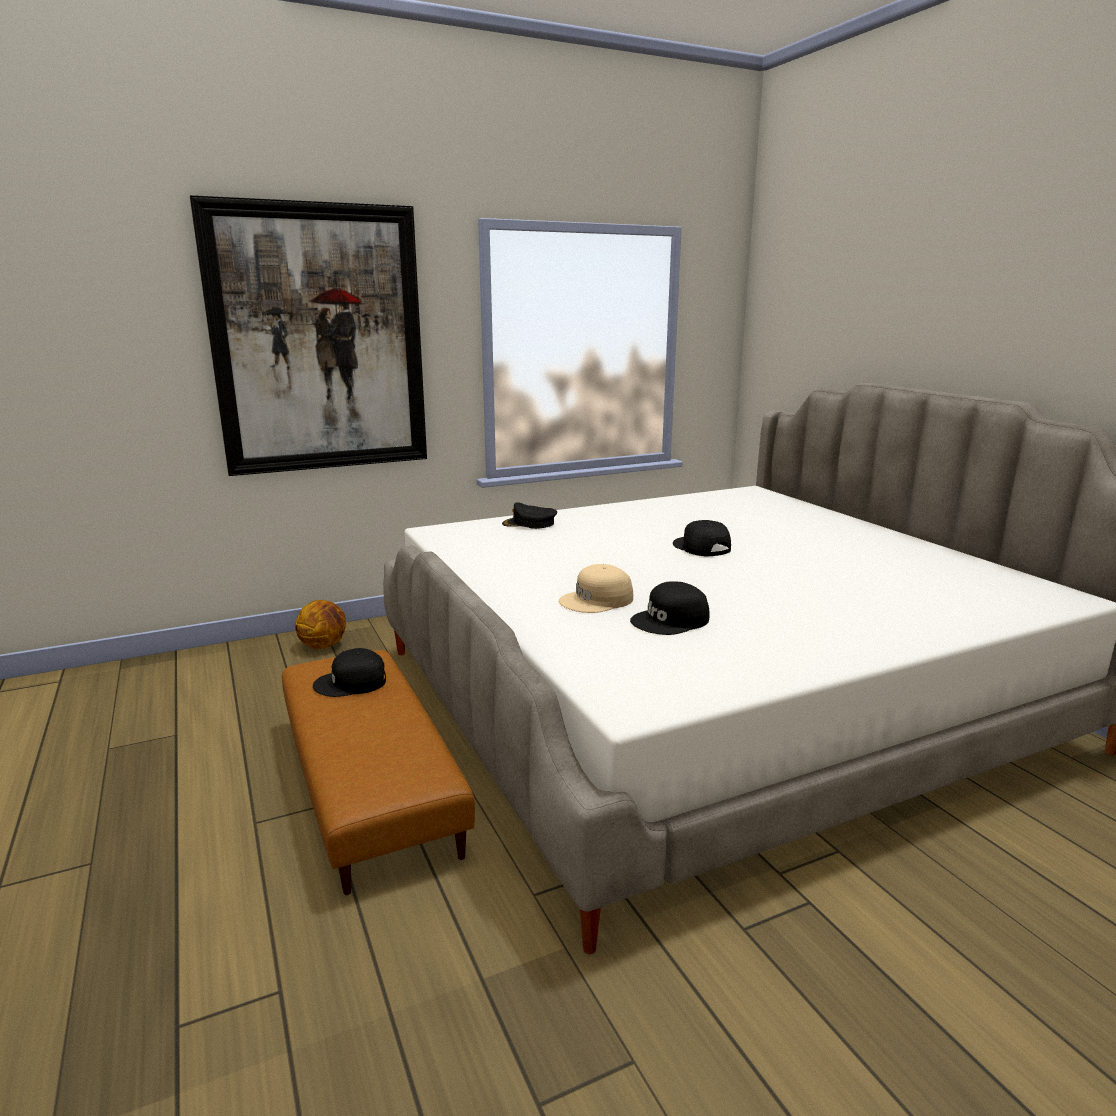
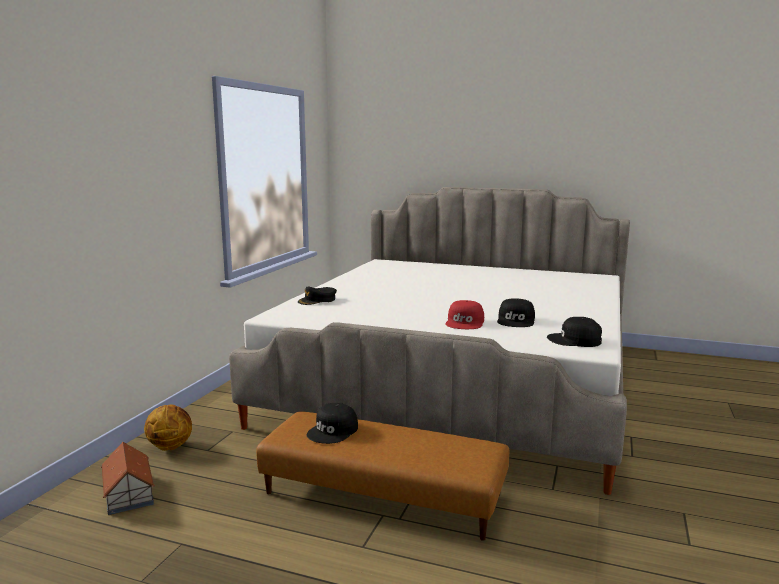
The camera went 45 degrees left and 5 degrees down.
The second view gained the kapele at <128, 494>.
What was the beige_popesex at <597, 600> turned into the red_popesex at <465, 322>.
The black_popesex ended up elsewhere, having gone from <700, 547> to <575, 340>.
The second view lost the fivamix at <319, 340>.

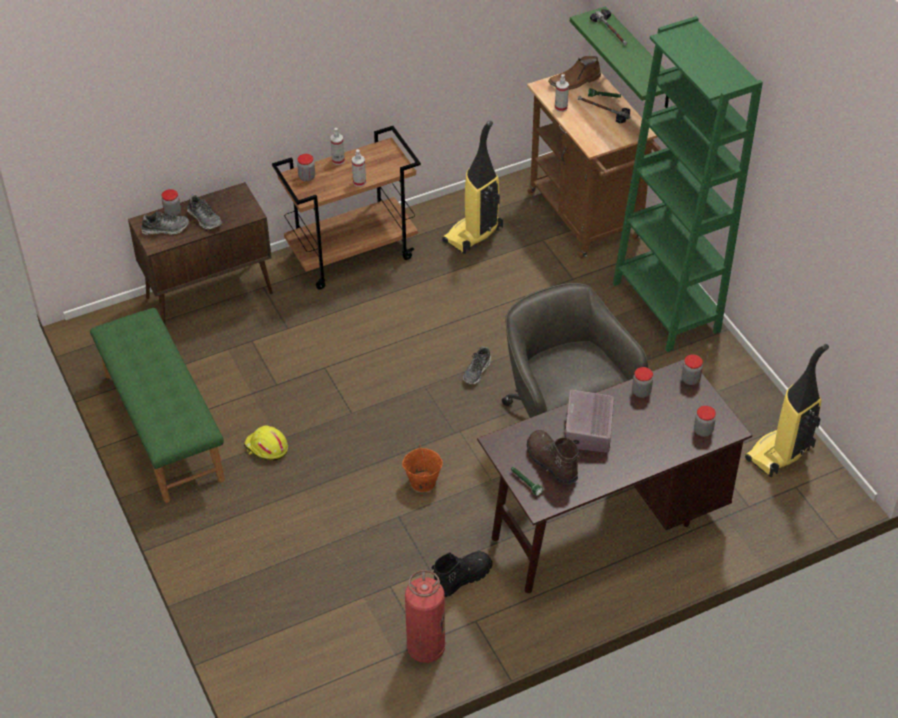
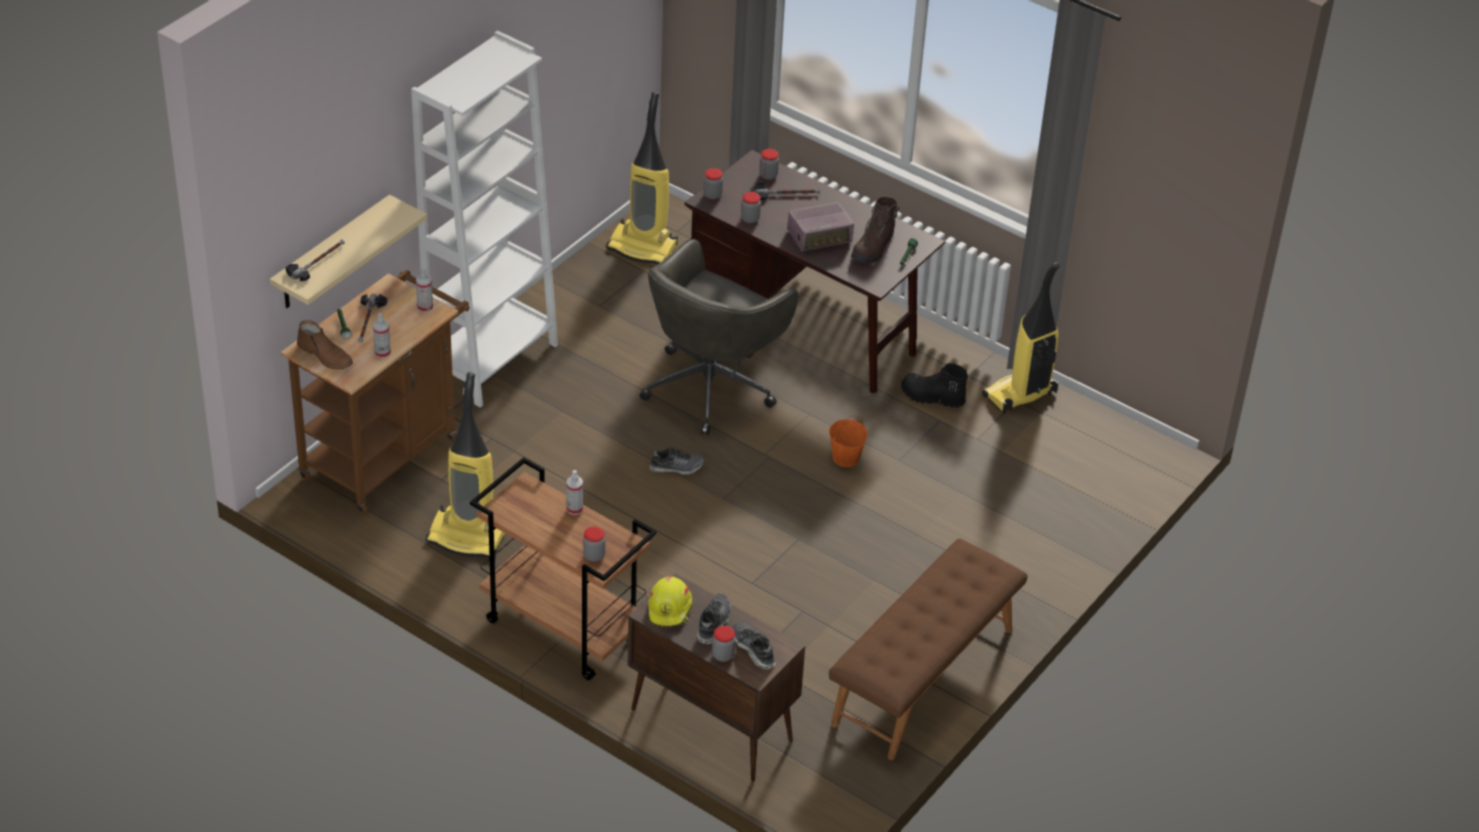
The camera went 120 degrees left and 5 degrees down.
What was the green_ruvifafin at <639, 60> turned into the beige_ruvifafin at <331, 254>.
What was the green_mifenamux at <666, 307> turned into the white_mifenamux at <492, 361>.
The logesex ended up elsewhere, having gone from <338, 160> to <425, 307>.
The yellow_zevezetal ended up elsewhere, having gone from <266, 448> to <670, 609>.
The second view gained the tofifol at <786, 194>.
What was the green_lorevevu at <162, 426> turned into the brown_lorevevu at <924, 677>.
Where the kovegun stood at <426, 648>, the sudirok came to stand at <1019, 396>.

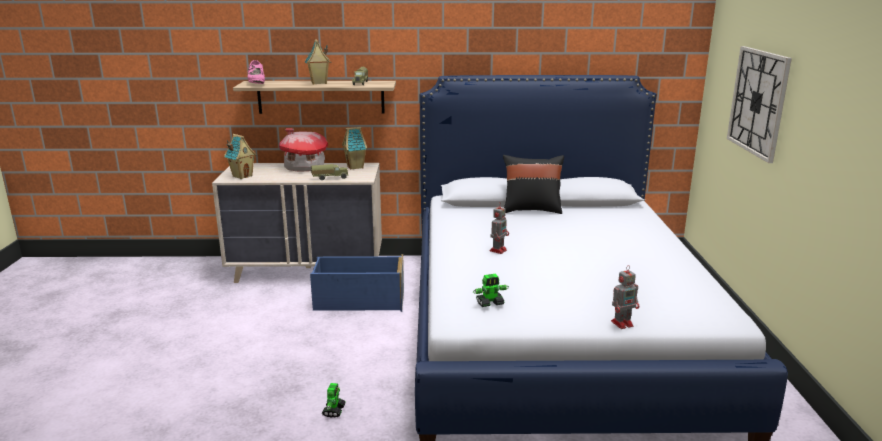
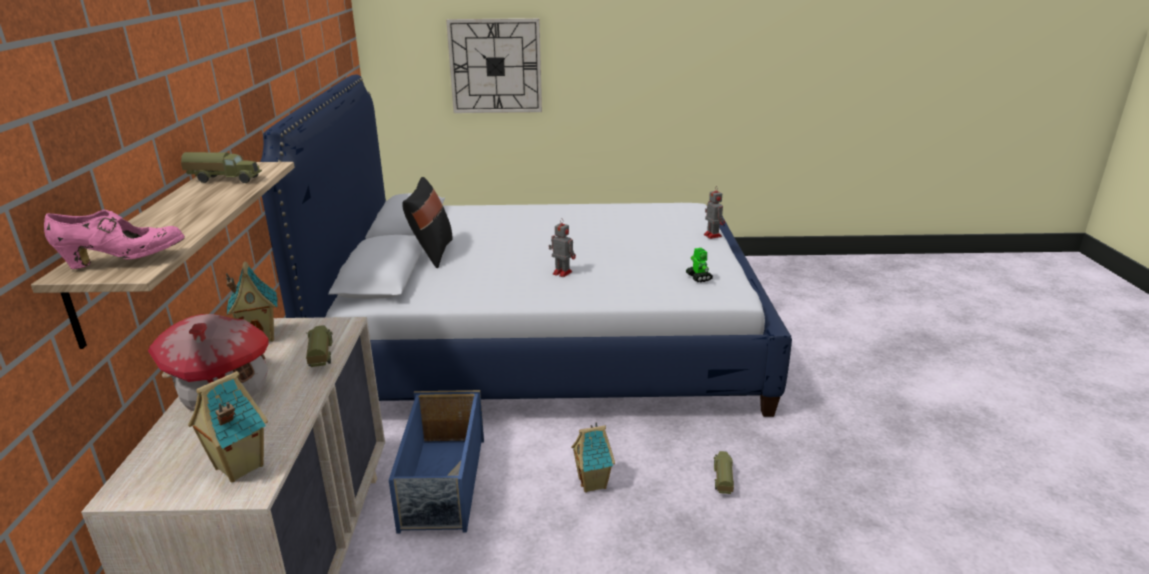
The camera went 90 degrees left and 5 degrees up.
The kapele ended up elsewhere, having gone from <319, 83> to <593, 483>.
Where the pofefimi stood at <334, 410>, the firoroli came to stand at <722, 480>.

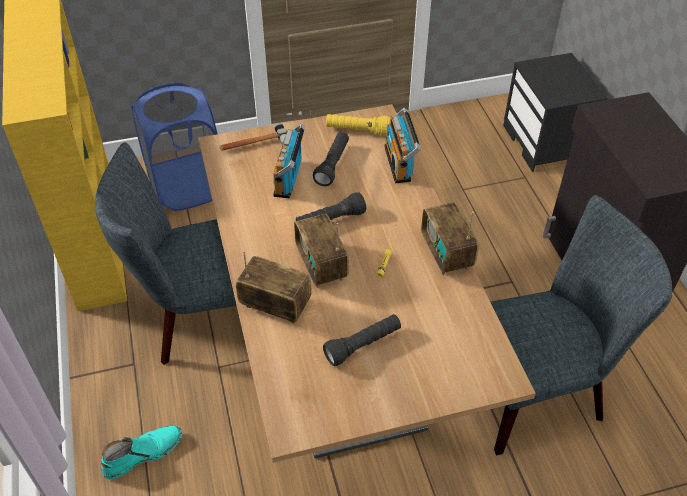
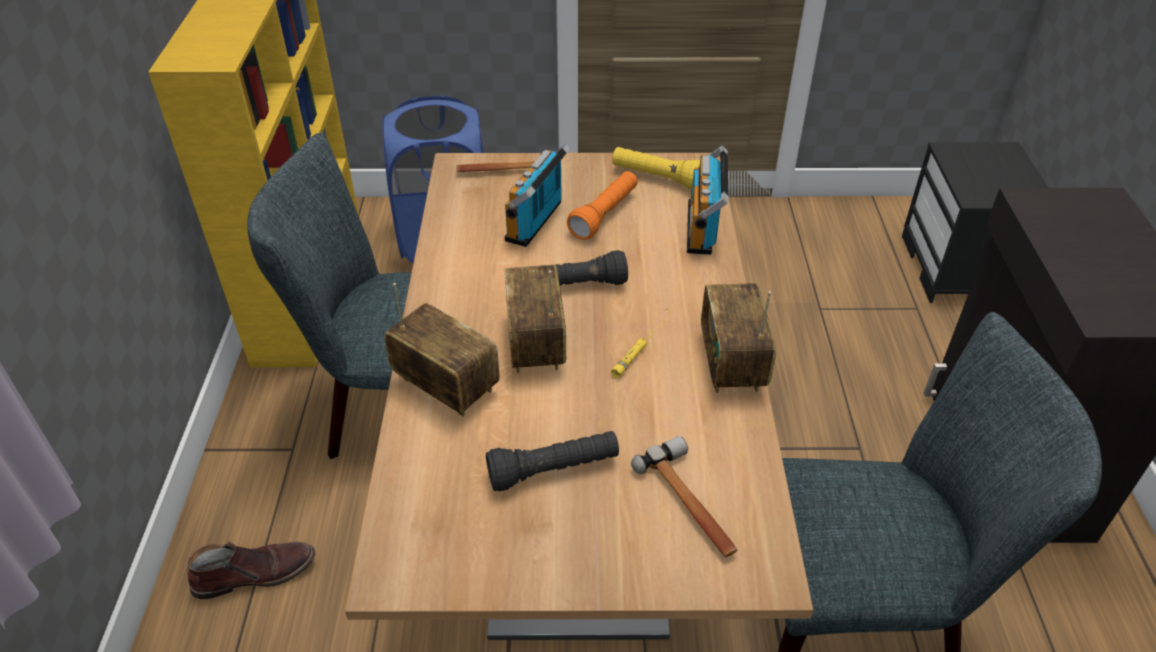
The camera went 15 degrees right and 5 degrees down.
What was the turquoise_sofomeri at <143, 453> turned into the brown_sofomeri at <255, 573>.
What was the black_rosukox at <332, 165> turned into the orange_rosukox at <604, 215>.
The second view gained the tofifol at <691, 504>.

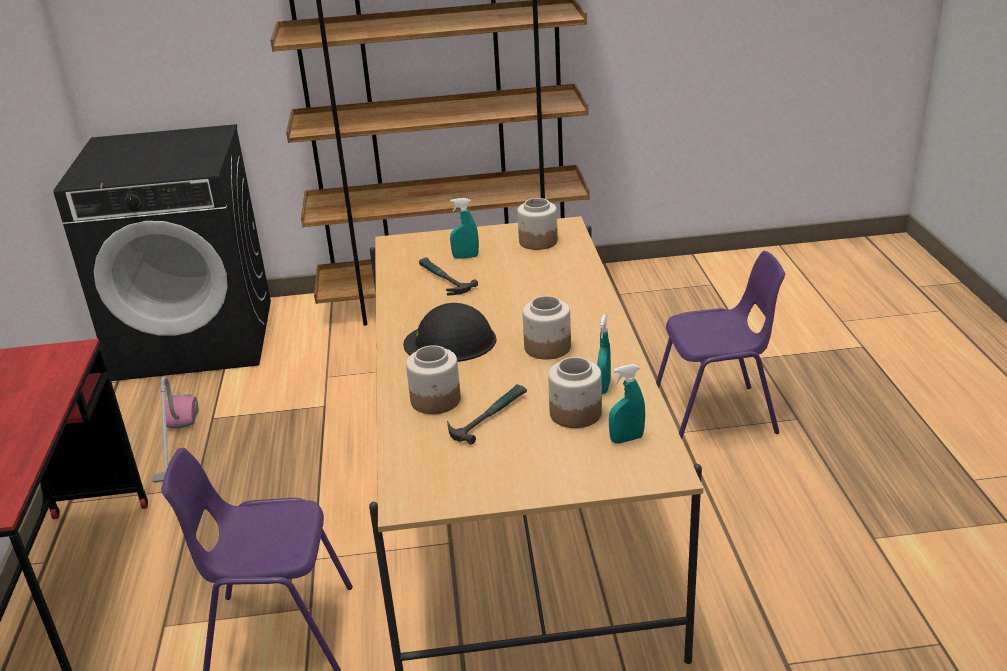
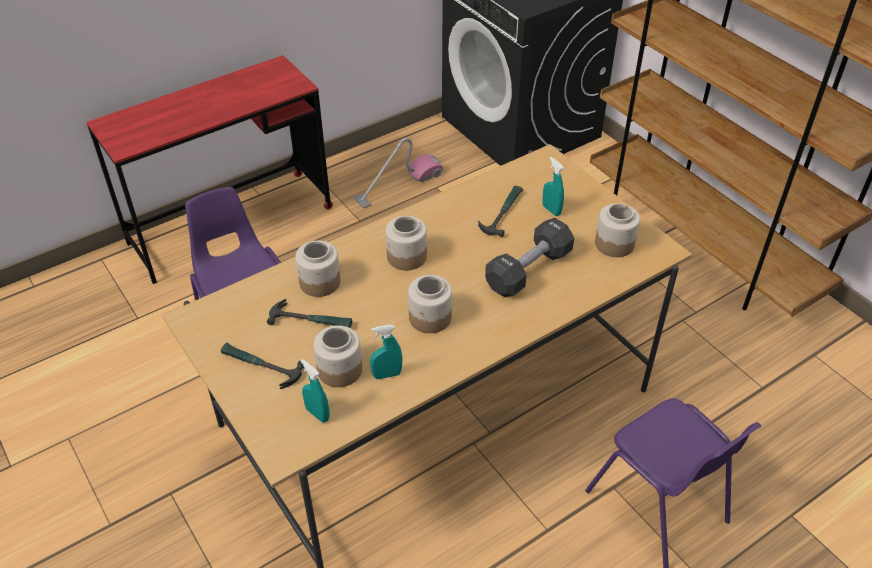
The camera went 60 degrees right and 15 degrees up.
The second view gained the tofifol at <260, 366>.
Where the black_zevezetal stood at <450, 342>, the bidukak came to stand at <406, 257>.
The second view gained the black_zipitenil at <528, 270>.

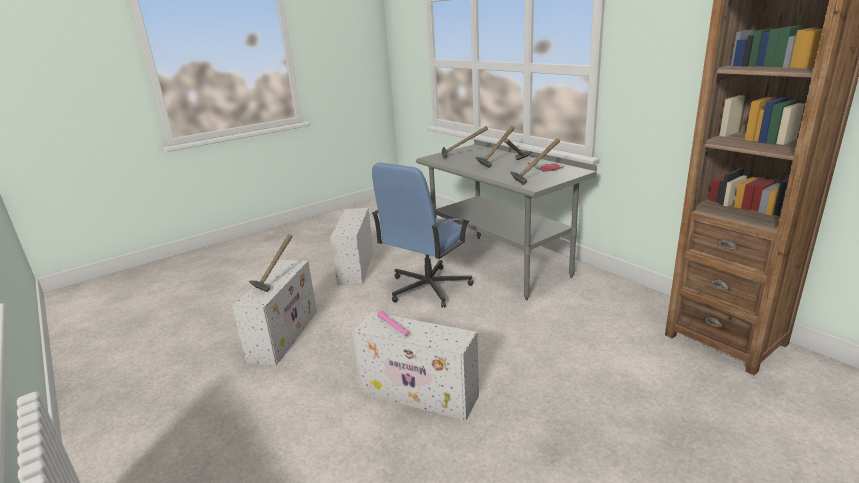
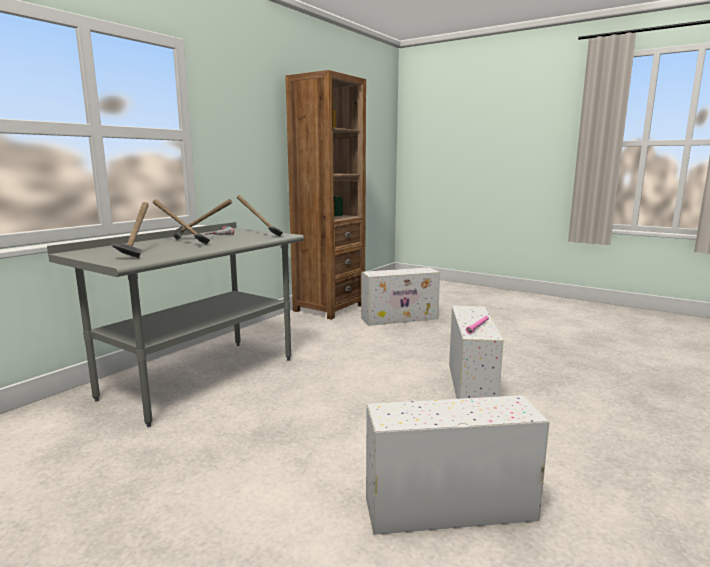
The camera went 110 degrees left and 10 degrees down.
The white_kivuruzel ended up elsewhere, having gone from <356, 267> to <400, 318>.
The second view lost the tofifol at <275, 280>.
The second view lost the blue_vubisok at <427, 288>.

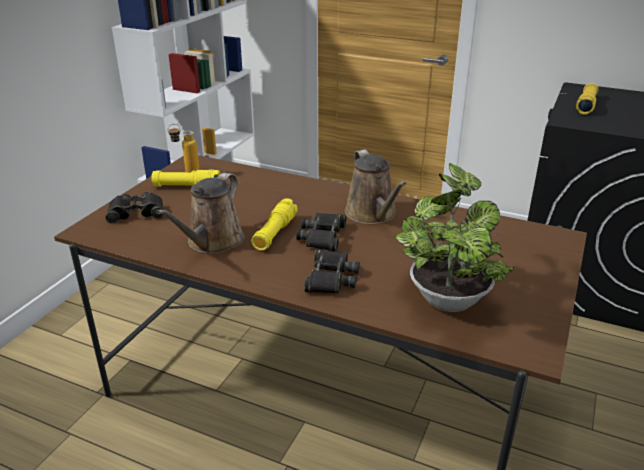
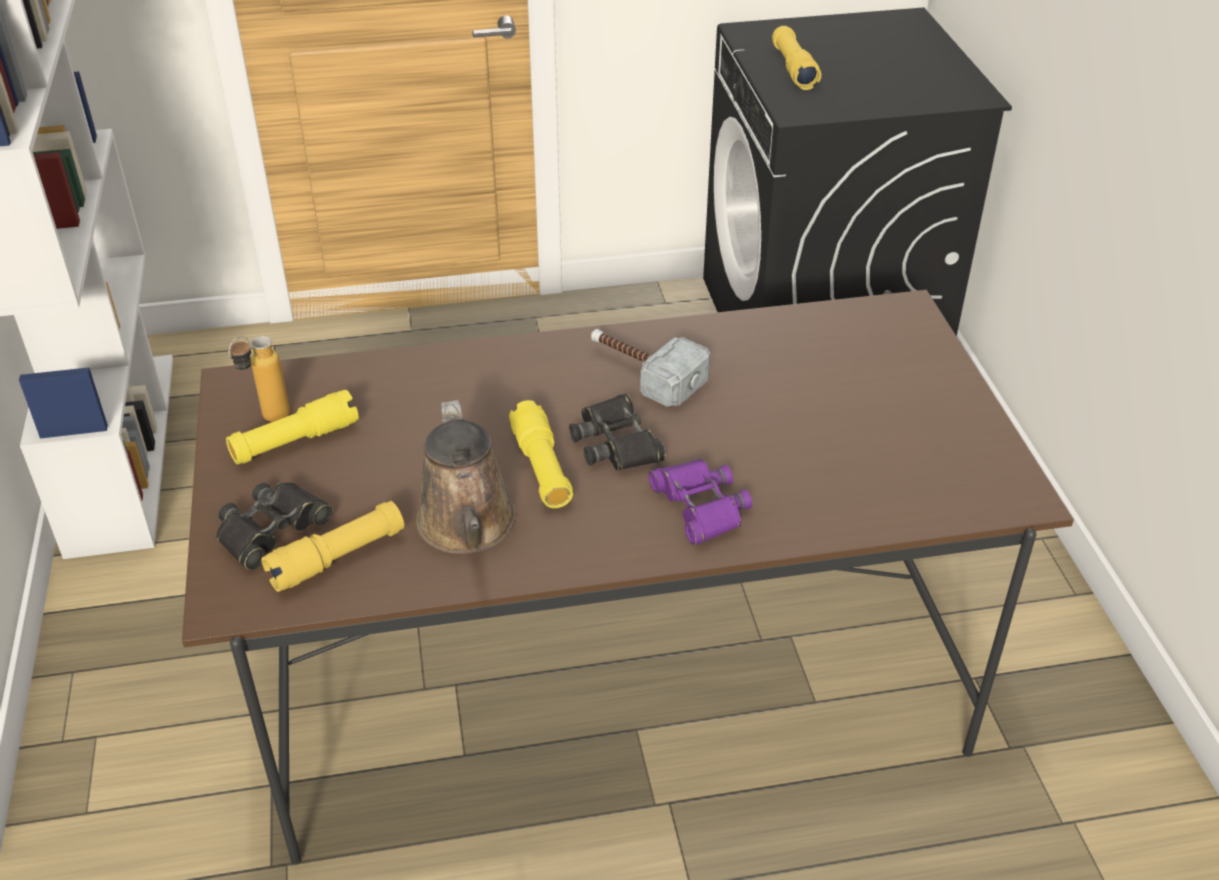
The camera went 35 degrees left and 10 degrees up.
The second view gained the yellow_rosukox at <337, 558>.
Where the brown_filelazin stood at <373, 214>, the tofifol came to stand at <643, 372>.
What was the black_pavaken at <330, 278> turned into the purple_pavaken at <700, 506>.
The second view lost the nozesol at <447, 296>.

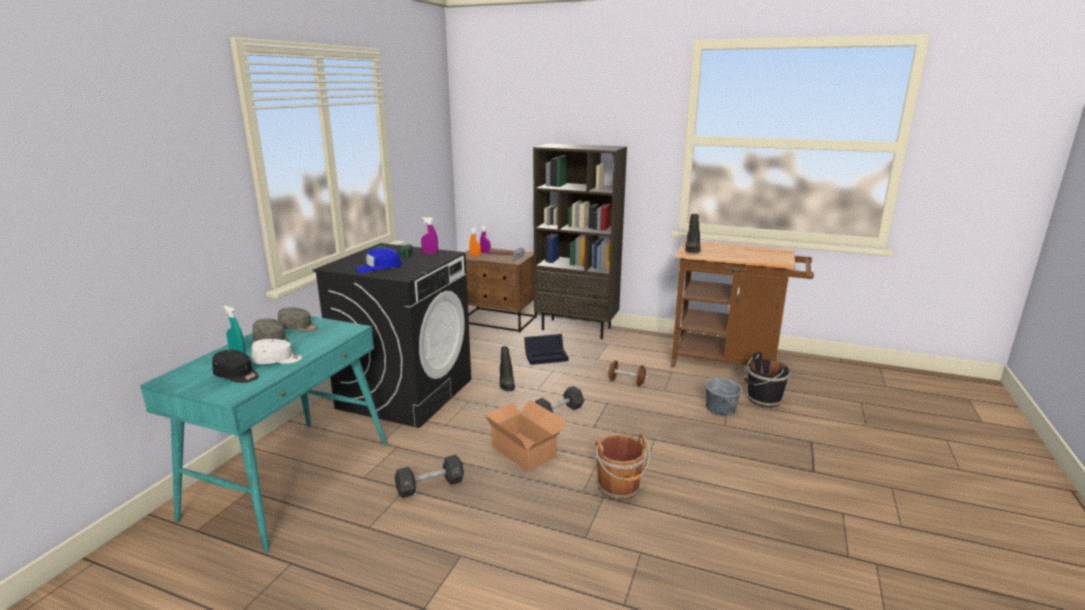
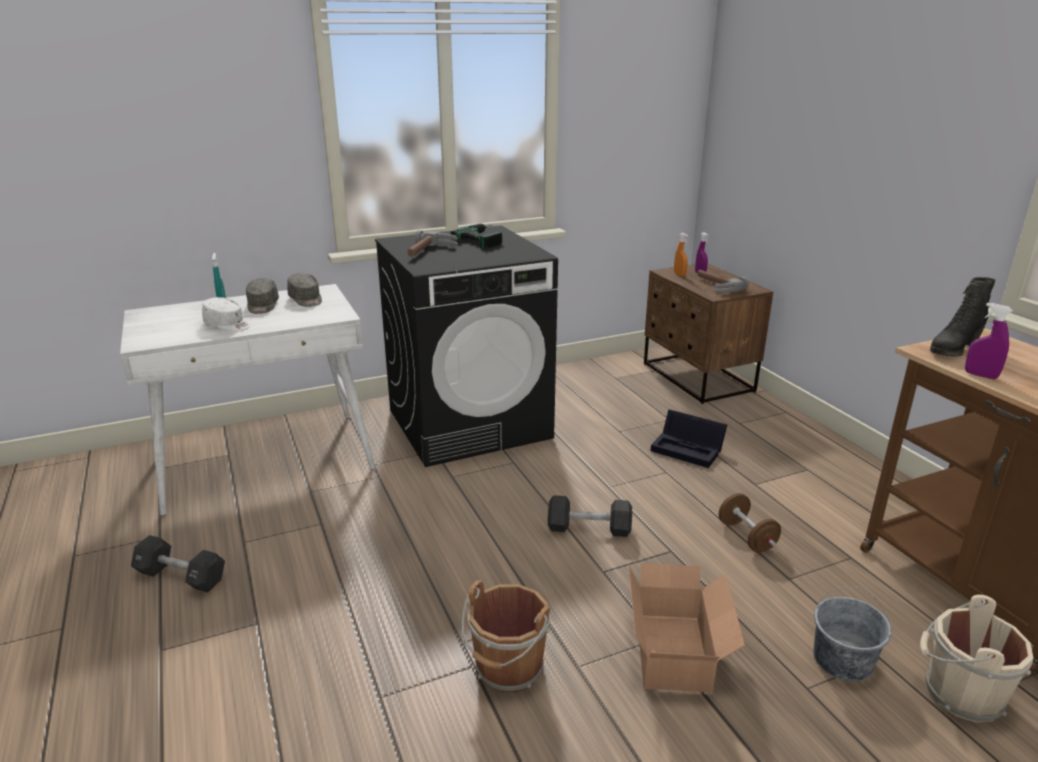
The camera went 45 degrees right and 5 degrees up.
What was the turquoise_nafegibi at <291, 478> turned into the white_nafegibi at <266, 460>.
The black_zipitenil ended up elsewhere, having gone from <430, 486> to <181, 576>.
Where the blue_popesex stood at <378, 267>, the tofifol came to stand at <430, 252>.
The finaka ended up elsewhere, having gone from <524, 449> to <676, 650>.
What was the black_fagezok at <762, 399> turned into the beige_fagezok at <959, 694>.
The purple_logesex ended up elsewhere, having gone from <430, 253> to <980, 375>.
The second view lost the black_popesex at <237, 375>.
The second view lost the black_sofomeri at <506, 384>.
The second view lost the brown_mifenamux at <577, 328>.

